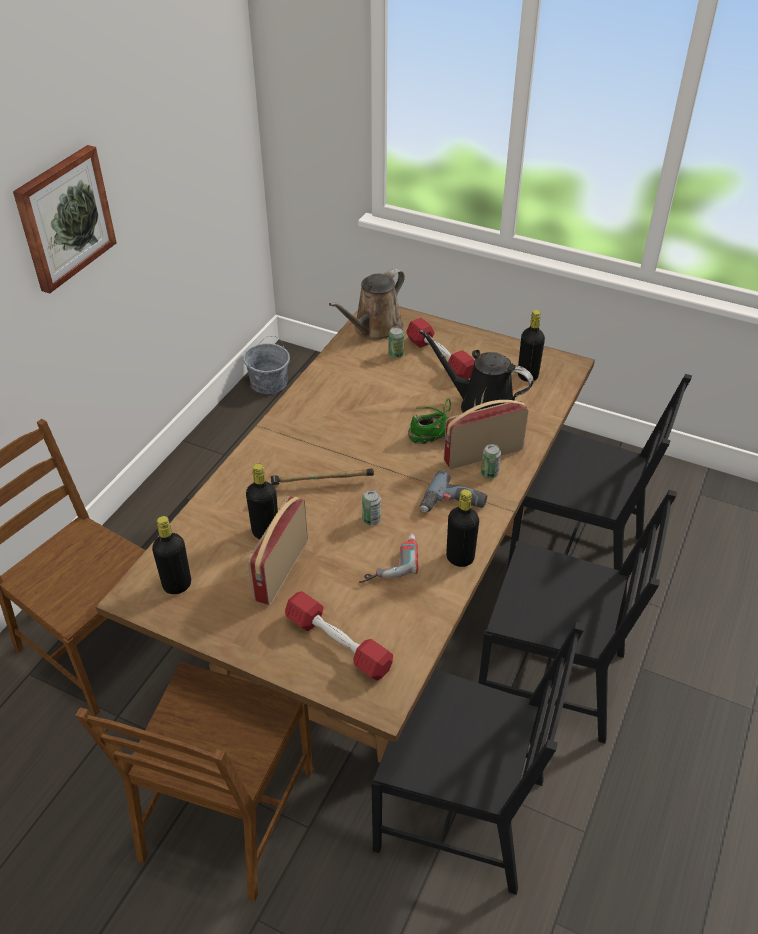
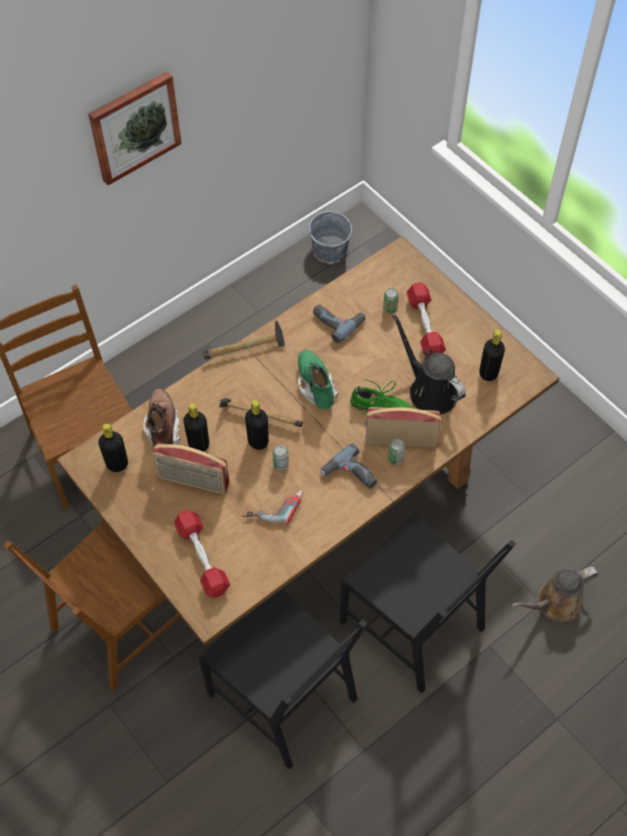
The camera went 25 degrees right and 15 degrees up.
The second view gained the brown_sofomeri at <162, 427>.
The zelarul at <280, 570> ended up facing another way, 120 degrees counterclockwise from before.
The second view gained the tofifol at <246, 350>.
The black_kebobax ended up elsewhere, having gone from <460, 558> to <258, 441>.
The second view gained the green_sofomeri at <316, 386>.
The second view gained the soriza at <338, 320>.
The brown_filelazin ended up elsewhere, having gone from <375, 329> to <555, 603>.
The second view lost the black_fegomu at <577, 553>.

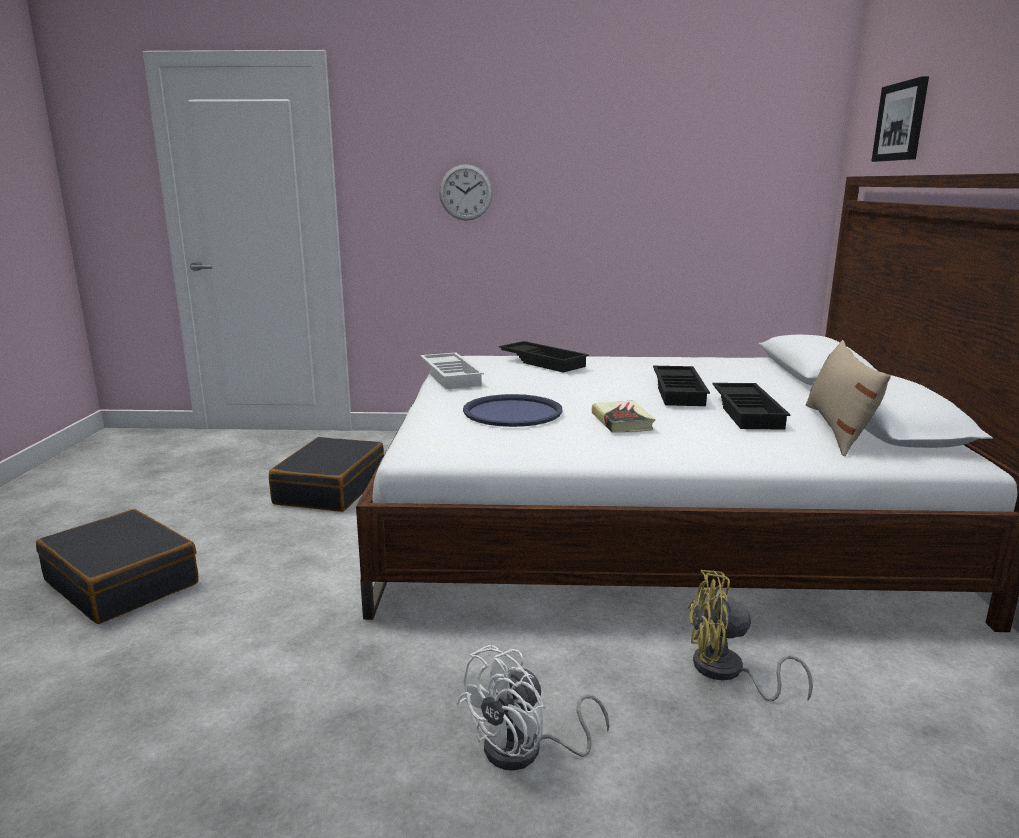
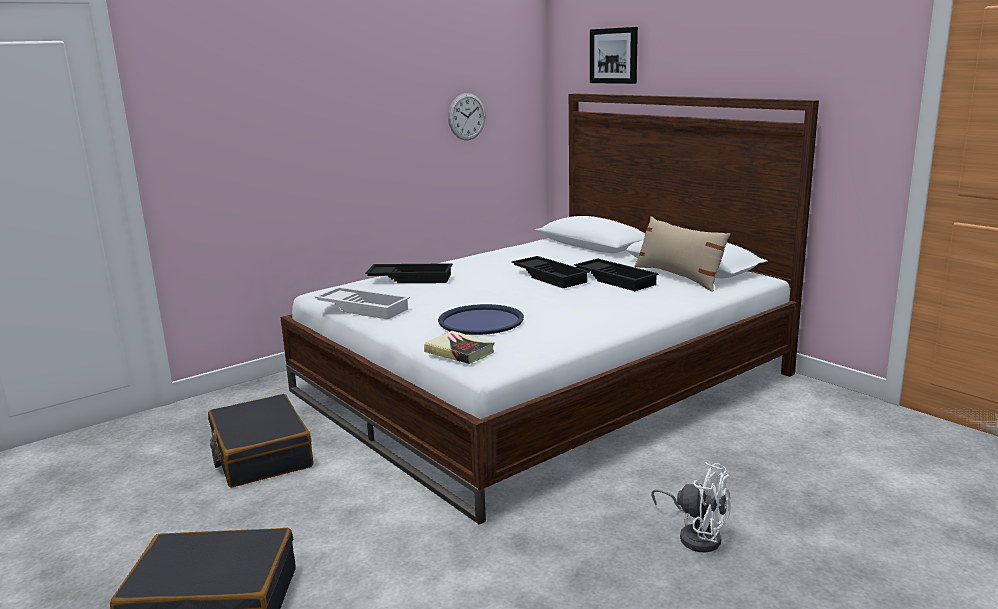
The camera went 40 degrees left and 0 degrees up.
The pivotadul ended up elsewhere, having gone from <622, 422> to <459, 352>.
The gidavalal ended up elsewhere, having gone from <465, 192> to <466, 116>.
The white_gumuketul at <525, 751> ended up facing another way, 60 degrees counterclockwise from before.
The second view lost the yellow_gumuketul at <727, 672>.

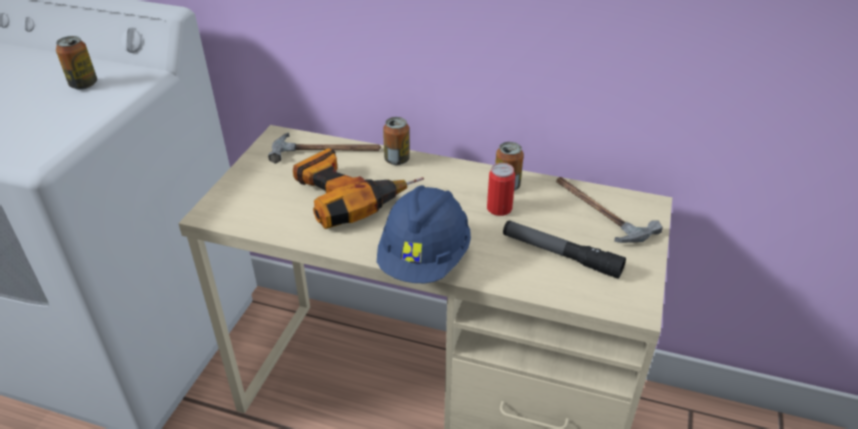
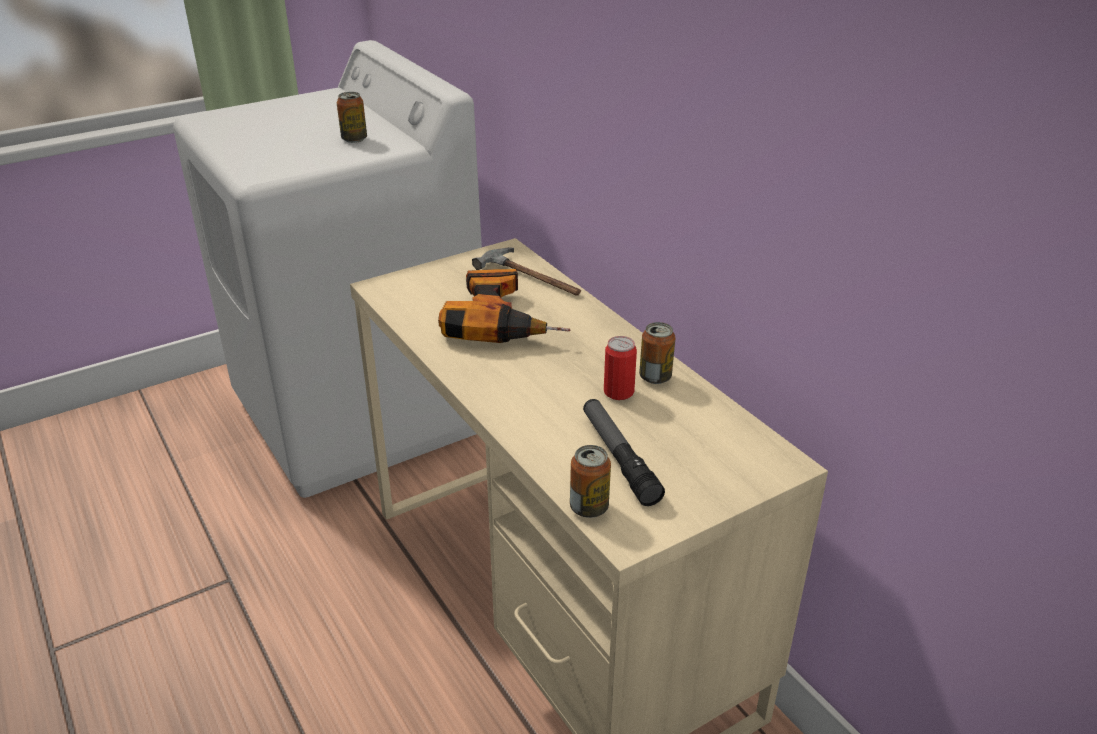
The camera went 40 degrees right and 5 degrees down.
The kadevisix ended up elsewhere, having gone from <397, 160> to <589, 507>.
The second view lost the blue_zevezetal at <424, 259>.
The second view lost the tofifol at <597, 211>.

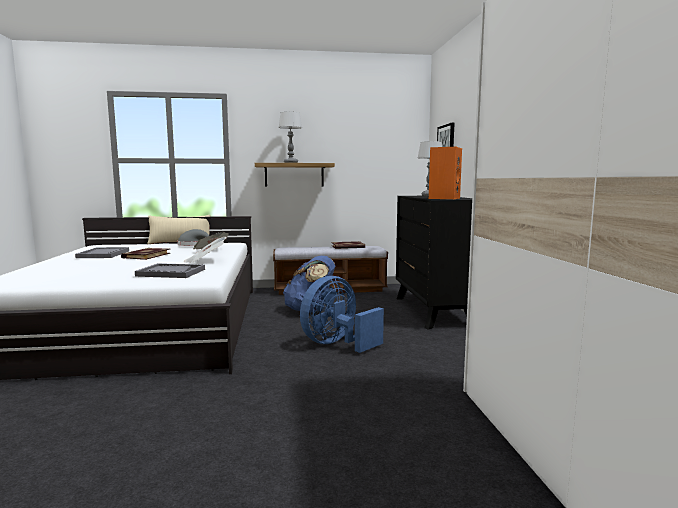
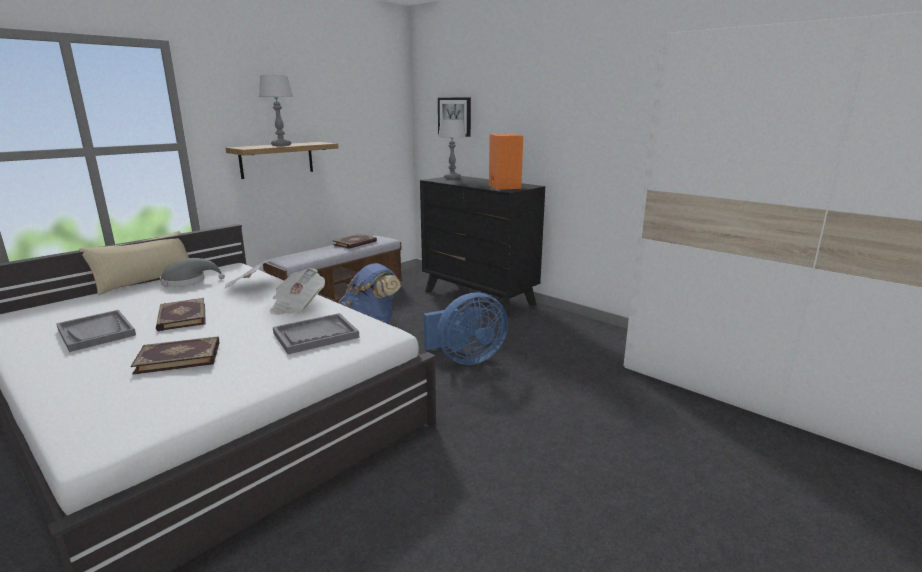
The camera went 40 degrees left and 10 degrees up.
The second view gained the pivotadul at <179, 357>.
The blue_gumuketul at <337, 344> ended up facing another way, 120 degrees counterclockwise from before.

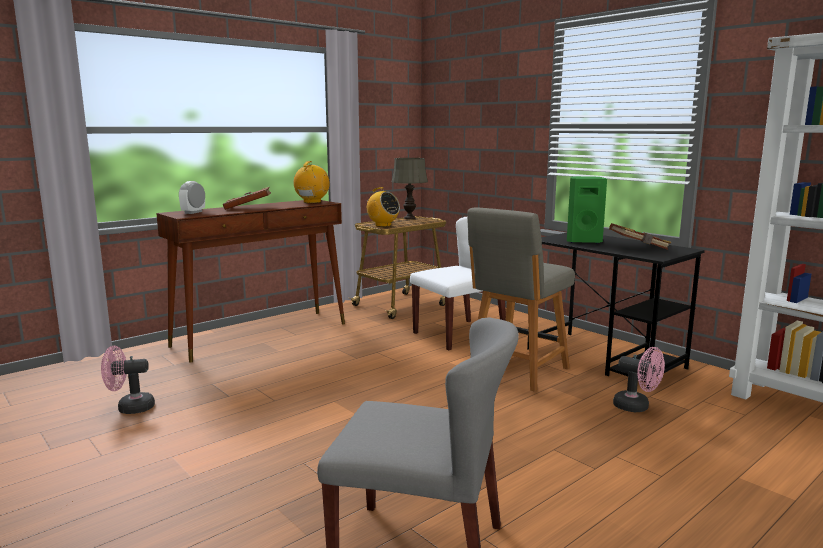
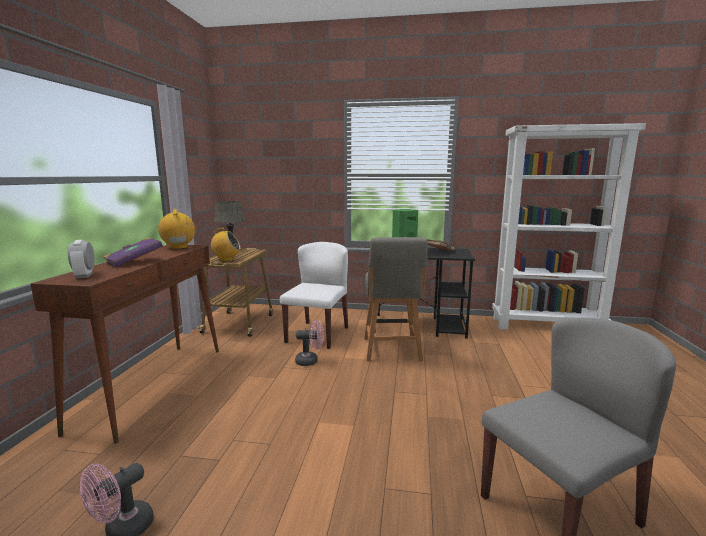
The camera went 40 degrees left and 0 degrees up.
What was the brown_pivotadul at <248, 208> turned into the purple_pivotadul at <134, 262>.
The pink_gumuketul ended up elsewhere, having gone from <637, 407> to <310, 361>.

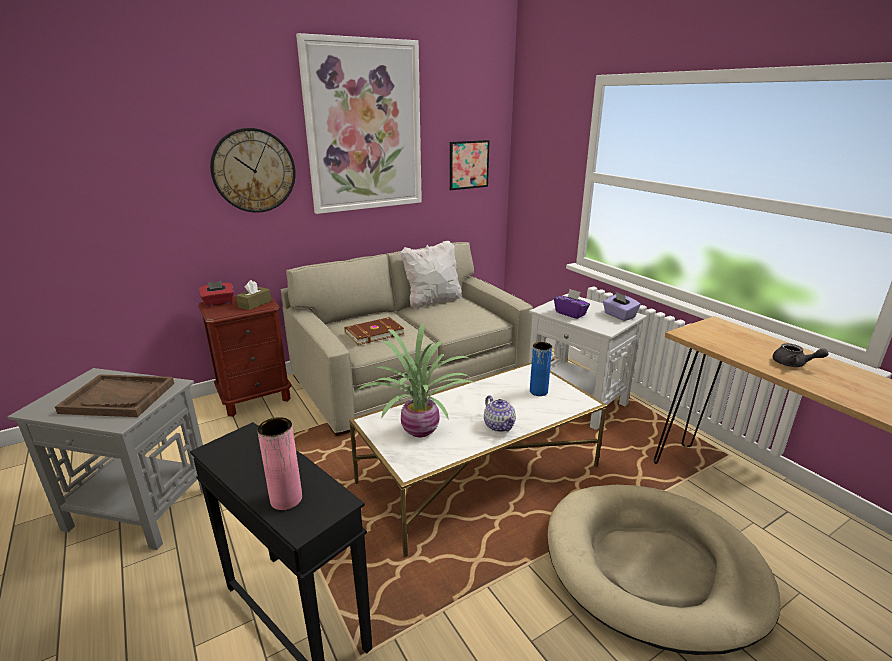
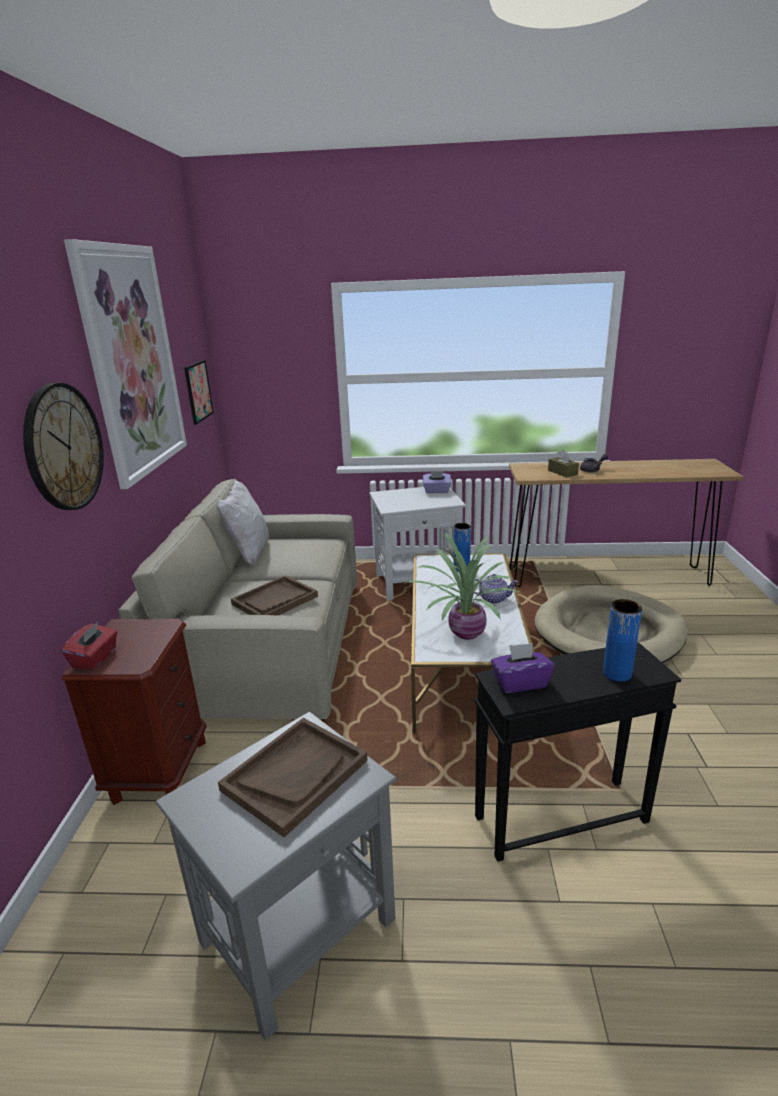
The camera went 55 degrees left and 0 degrees up.
Where the brown_pivotadul stood at <373, 333>, the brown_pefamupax came to stand at <275, 600>.
The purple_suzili ended up elsewhere, having gone from <570, 313> to <520, 682>.
The brown_suzili ended up elsewhere, having gone from <255, 304> to <562, 472>.
What was the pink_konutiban at <286, 499> turned into the blue_konutiban at <617, 673>.

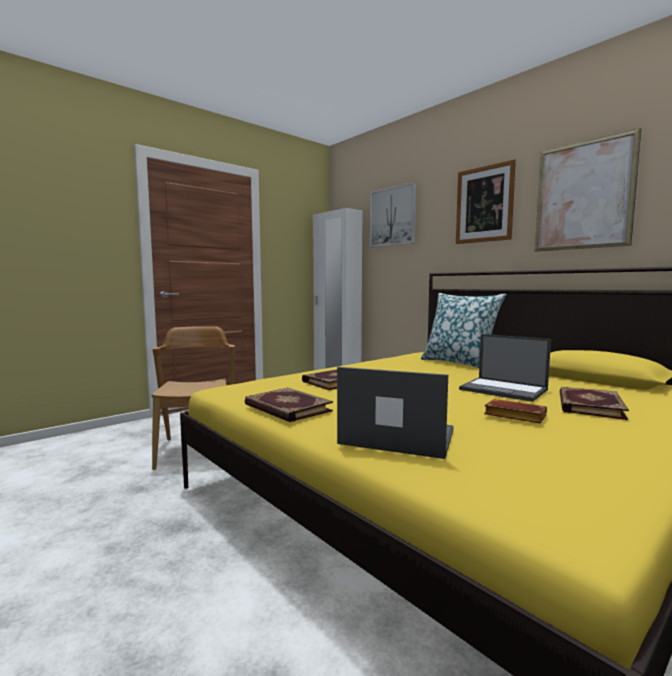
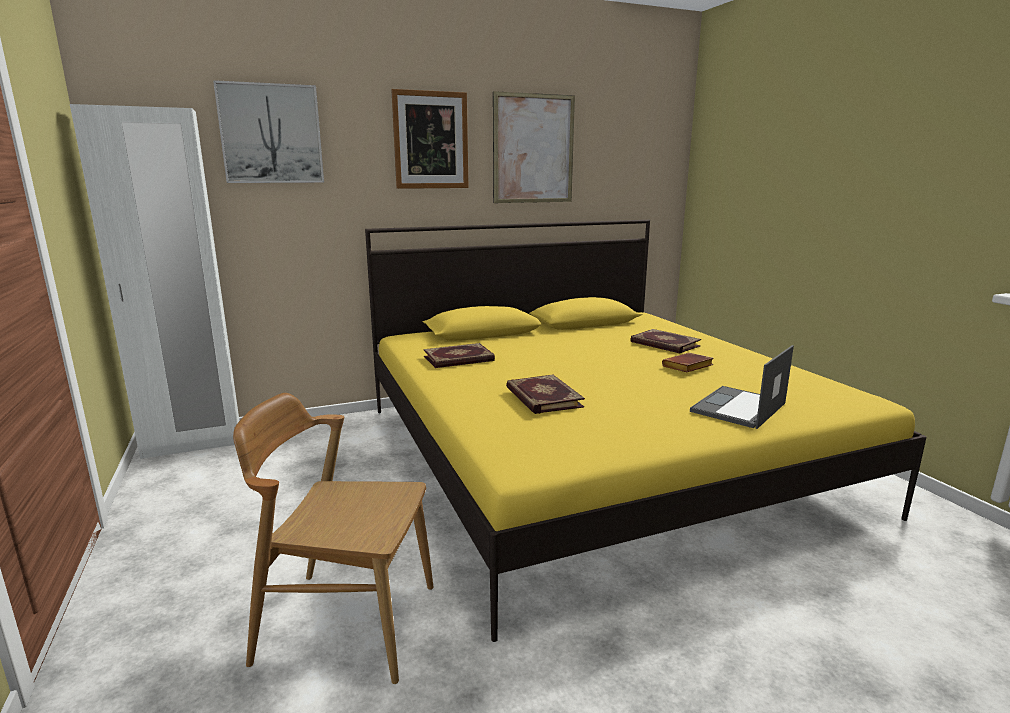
The camera went 70 degrees left and 10 degrees up.
The pivotadul ended up elsewhere, having gone from <286, 408> to <459, 359>.
The second view lost the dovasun at <459, 363>.
The second view lost the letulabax at <504, 390>.

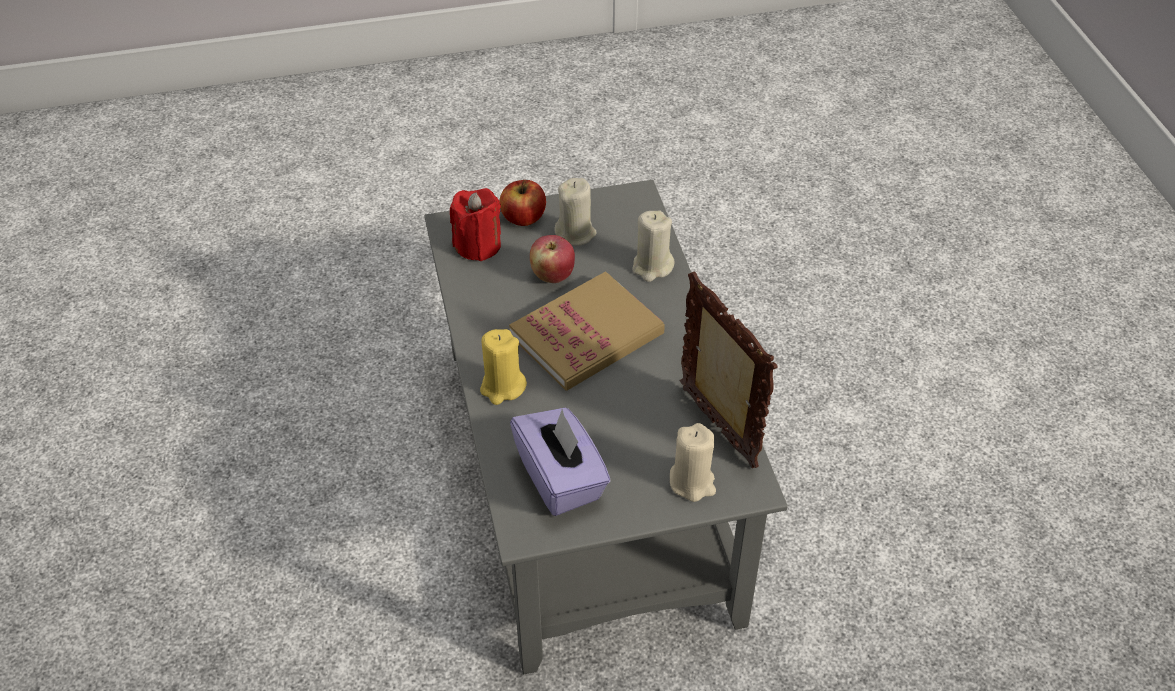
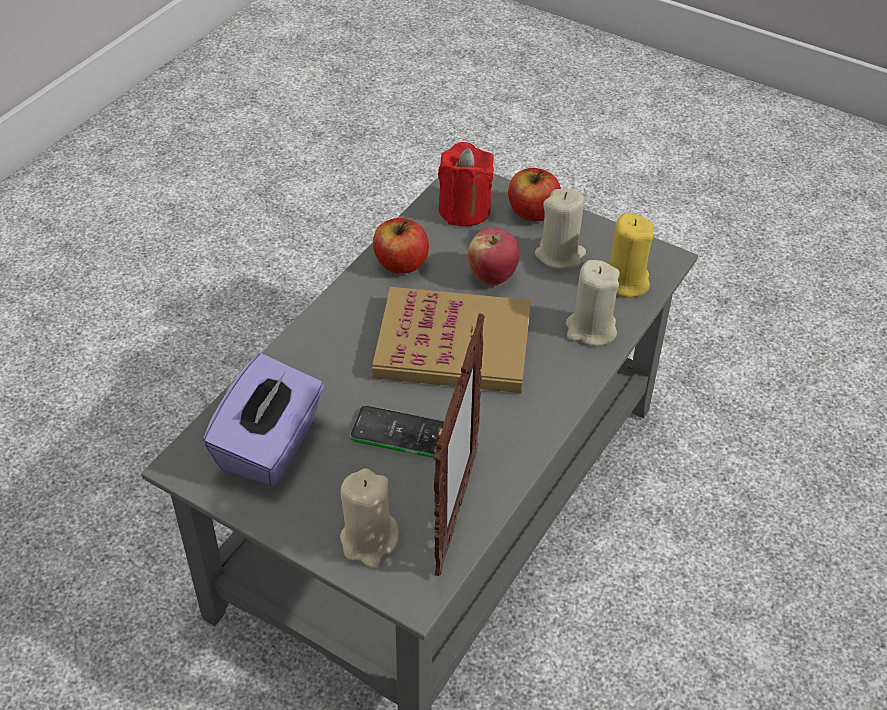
The camera went 45 degrees right and 0 degrees up.
The second view gained the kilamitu at <399, 433>.
The second view gained the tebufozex at <401, 263>.
The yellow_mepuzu ended up elsewhere, having gone from <502, 387> to <624, 282>.

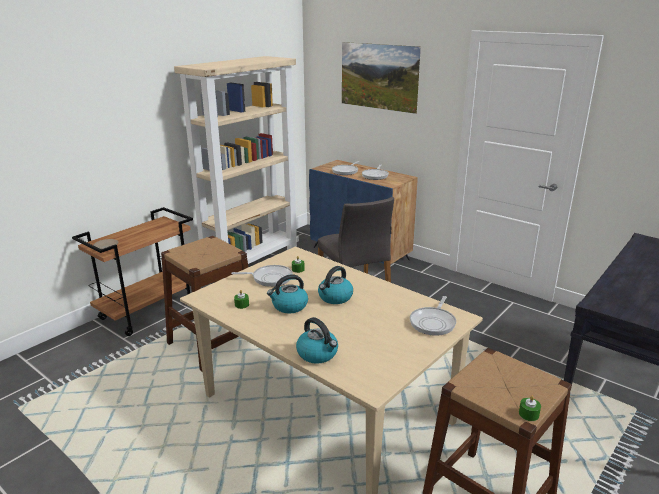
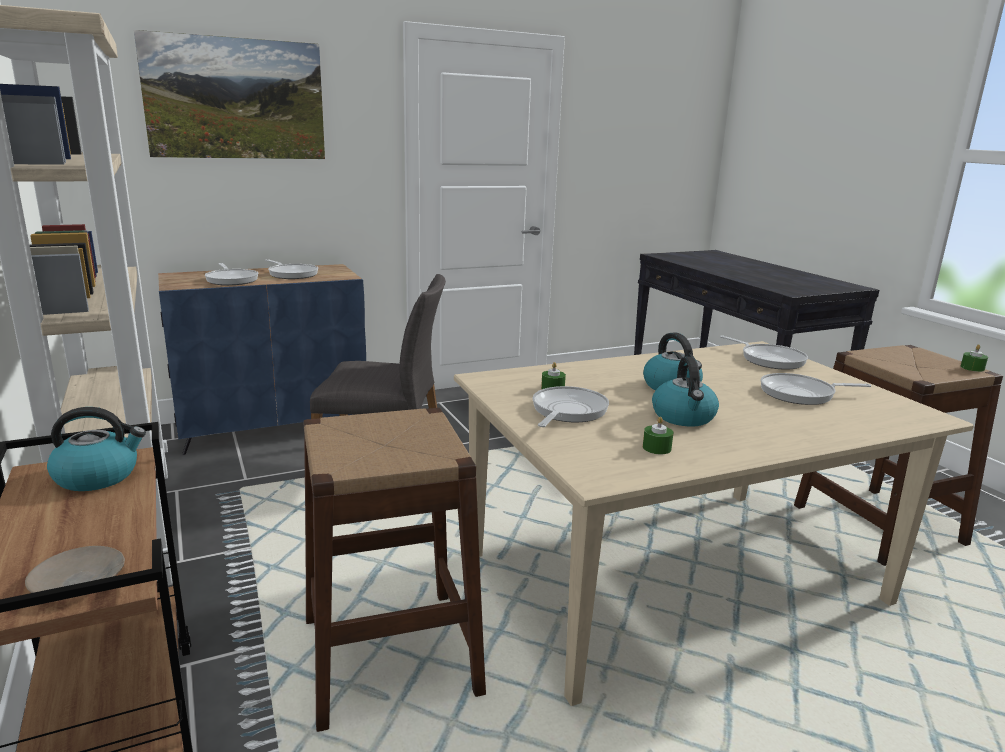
The camera went 65 degrees left and 5 degrees down.
The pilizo ended up elsewhere, having gone from <318, 354> to <98, 476>.
The second view gained the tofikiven at <801, 394>.

